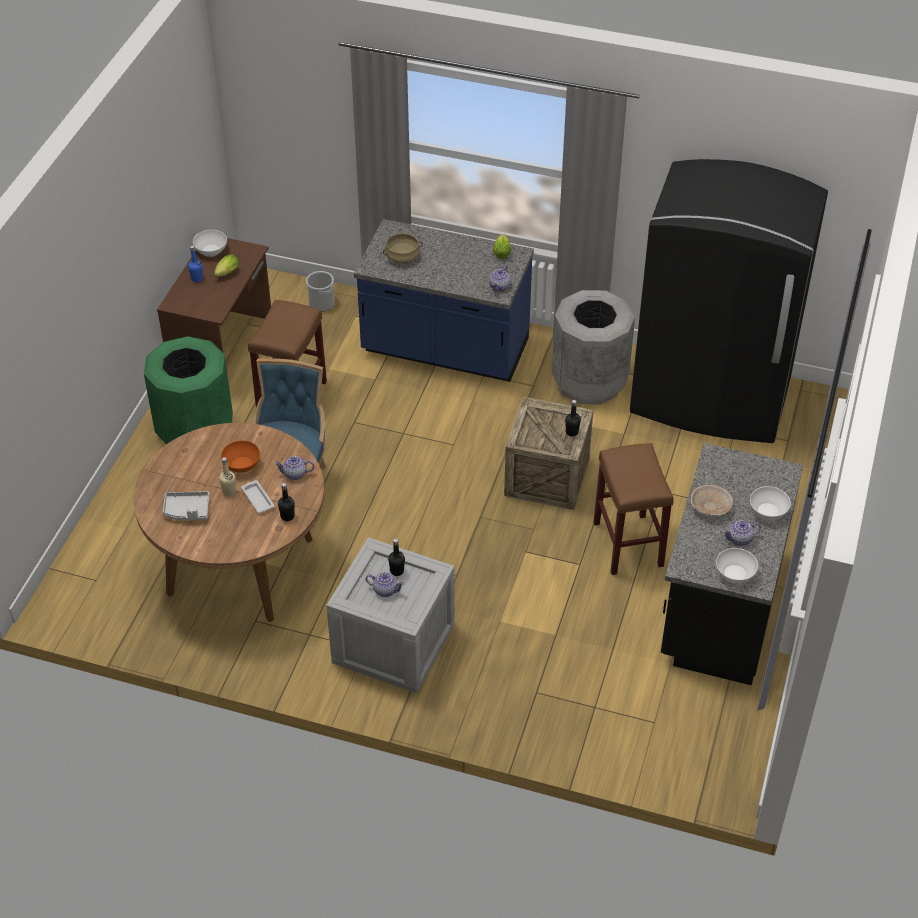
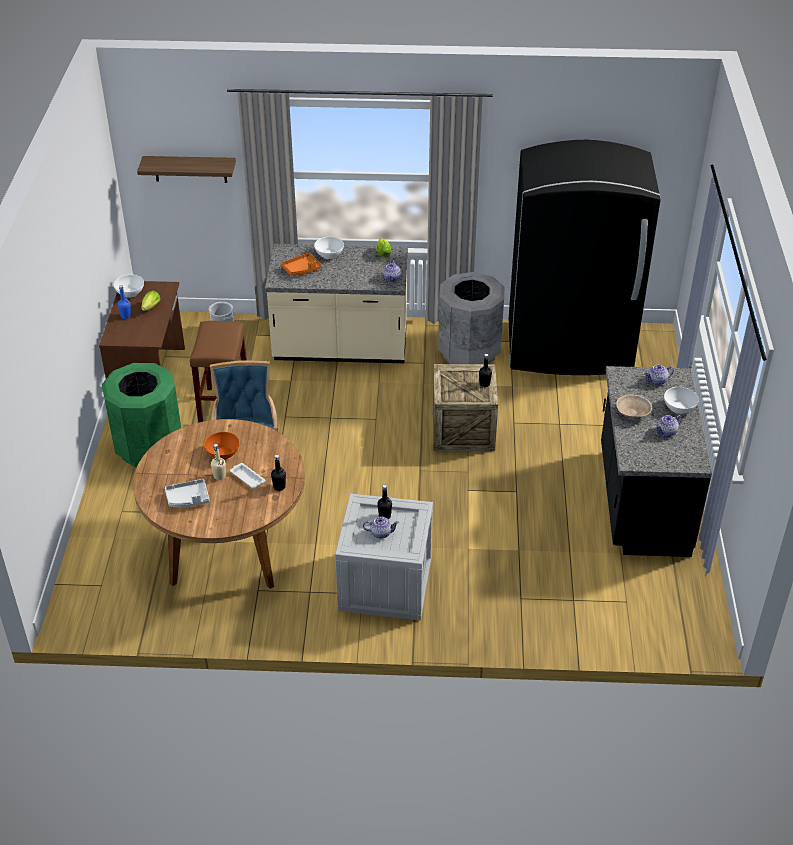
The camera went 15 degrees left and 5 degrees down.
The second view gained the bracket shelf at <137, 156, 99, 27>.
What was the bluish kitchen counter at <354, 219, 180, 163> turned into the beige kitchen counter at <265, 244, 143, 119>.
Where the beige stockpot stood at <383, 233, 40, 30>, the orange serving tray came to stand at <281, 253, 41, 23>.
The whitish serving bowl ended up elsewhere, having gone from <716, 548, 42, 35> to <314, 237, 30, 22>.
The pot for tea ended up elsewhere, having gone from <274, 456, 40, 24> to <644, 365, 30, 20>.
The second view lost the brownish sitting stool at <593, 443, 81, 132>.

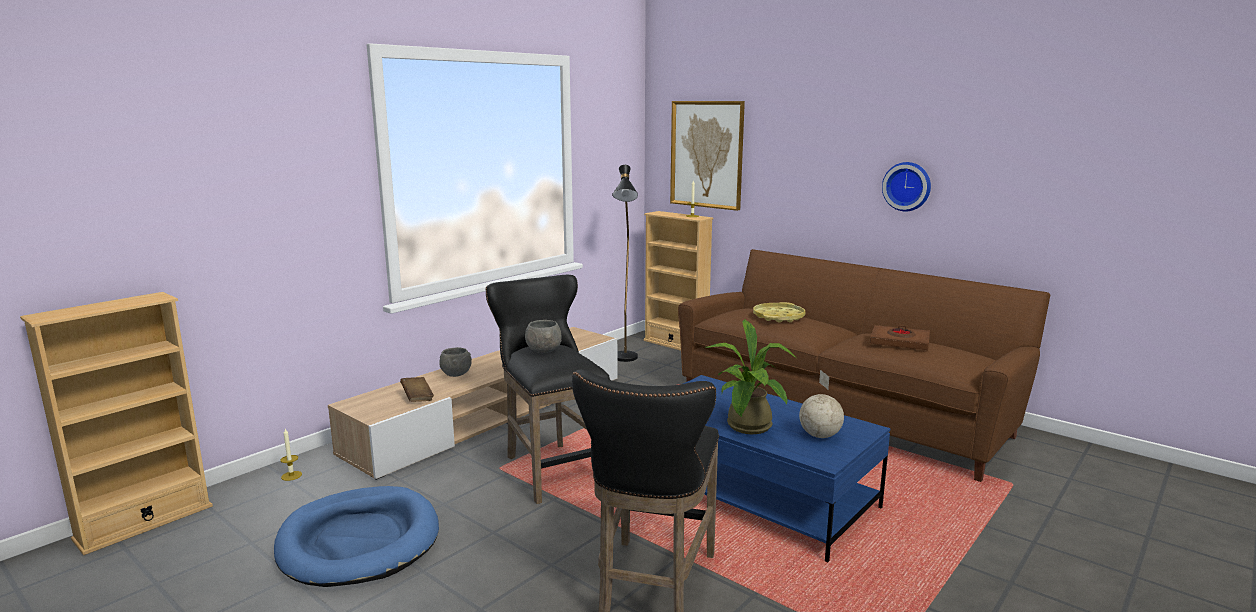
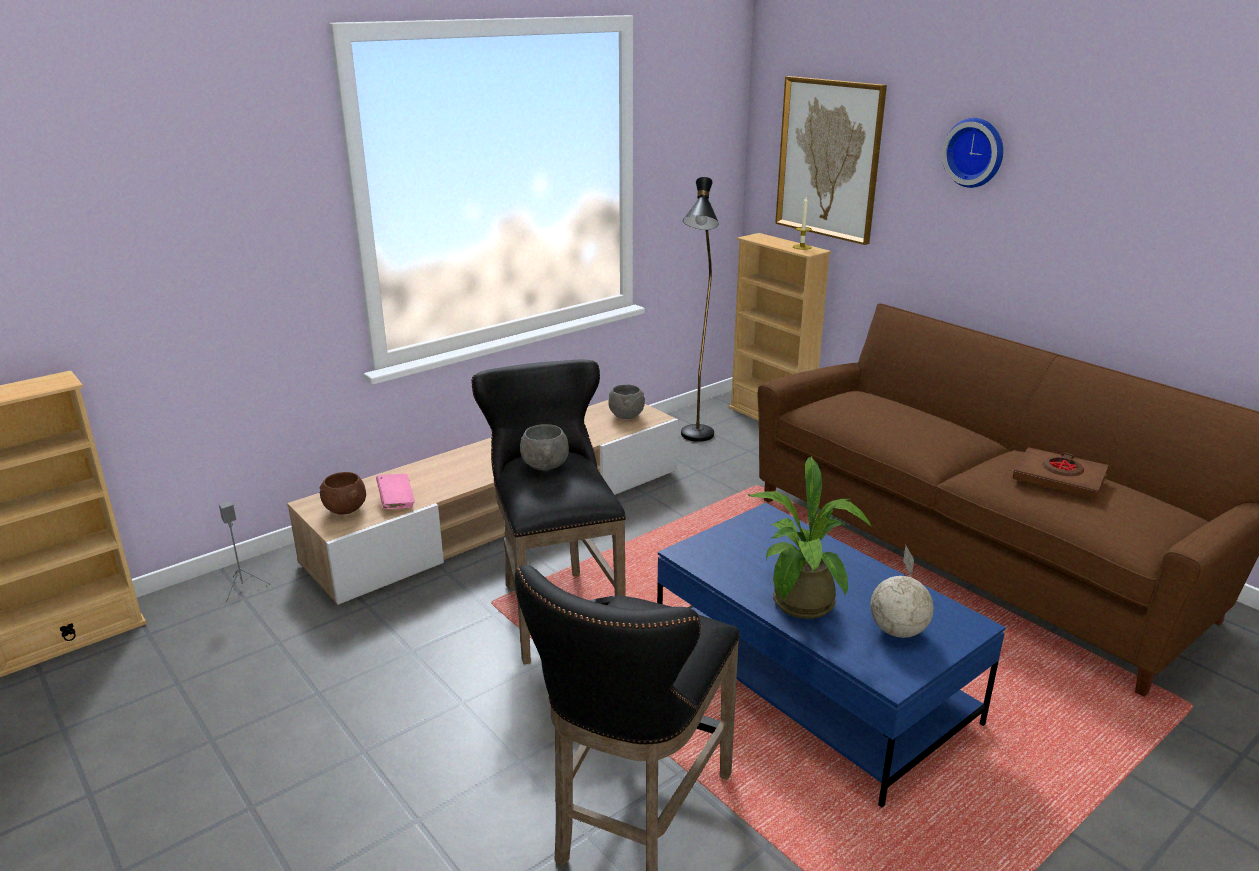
The camera went 10 degrees right and 10 degrees up.
Where the wax light stood at <280, 429, 22, 52>, the grey loudspeaker came to stand at <219, 501, 52, 102>.
The second view gained the brownish serving bowl at <320, 472, 46, 43>.
What was the brownish volume at <400, 377, 34, 25> turned into the pink-coloured volume at <376, 474, 39, 35>.
The grey serving bowl ended up elsewhere, having gone from <440, 347, 32, 30> to <609, 384, 36, 35>.
The clock on the wall ended up elsewhere, having gone from <882, 162, 49, 49> to <942, 118, 61, 70>.
The second view lost the bluish pet bed at <274, 486, 165, 101>.
The second view lost the yellow serving tray at <753, 302, 52, 21>.

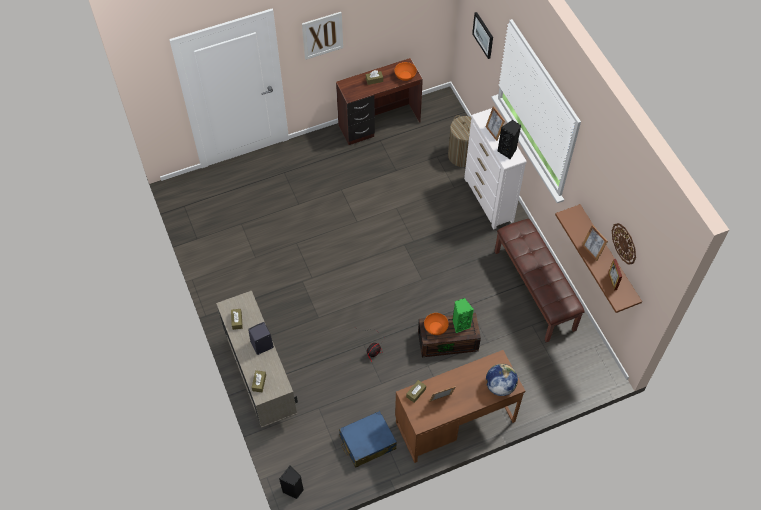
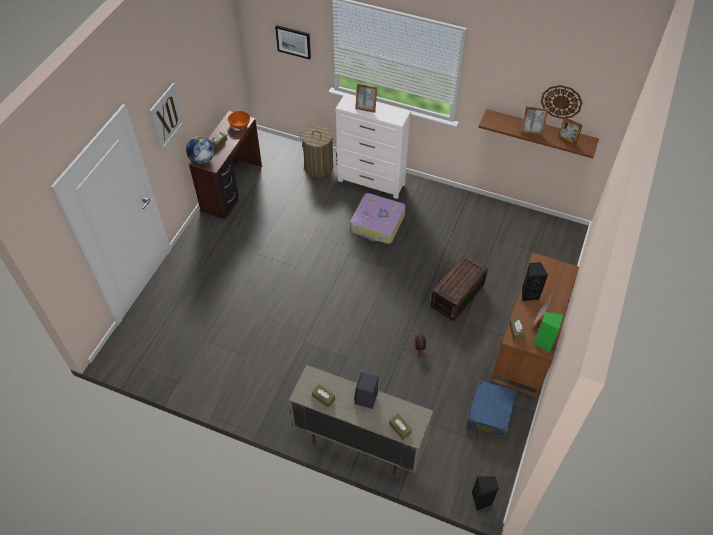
The camera went 45 degrees left and 5 degrees down.
The world globe ended up elsewhere, having gone from <486, 364, 32, 32> to <186, 136, 28, 28>.
The second view gained the suitcase at <350, 193, 56, 51>.
The black-coloured loudspeaker ended up elsewhere, having gone from <497, 120, 24, 39> to <522, 262, 26, 39>.
The greenish loudspeaker ended up elsewhere, having gone from <453, 298, 21, 35> to <534, 312, 30, 41>.
The second view lost the orange serving bowl at <424, 313, 25, 22>.
The second view lost the brownish bench at <495, 219, 90, 123>.

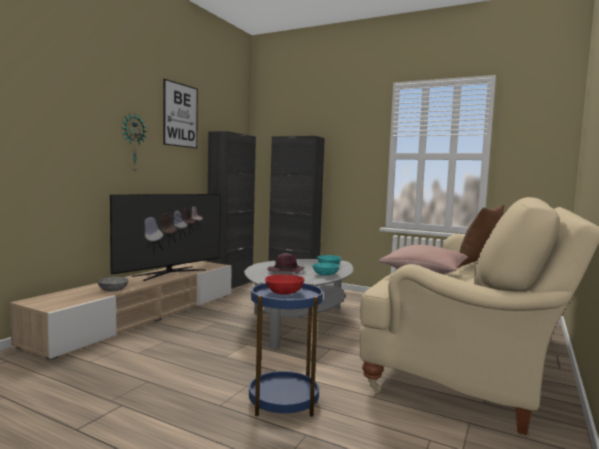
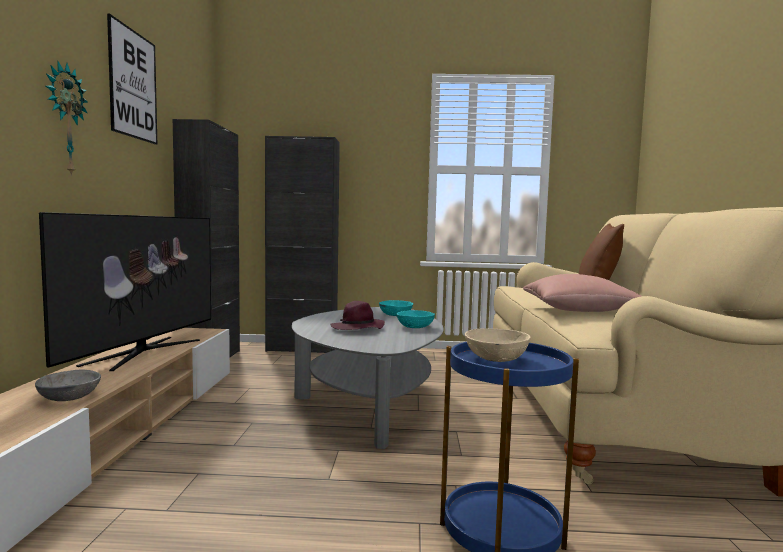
The camera went 25 degrees left and 0 degrees up.
What was the red serving bowl at <265, 274, 39, 21> turned into the beige serving bowl at <465, 328, 66, 34>.

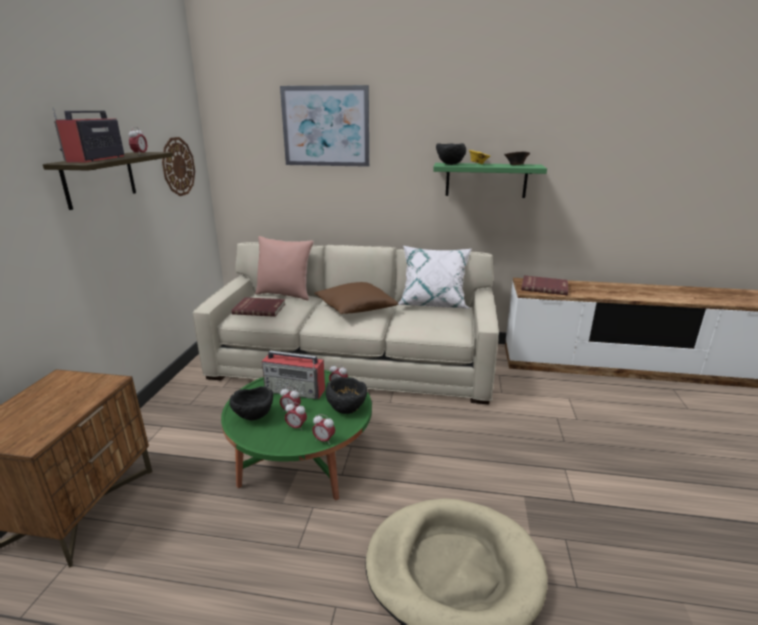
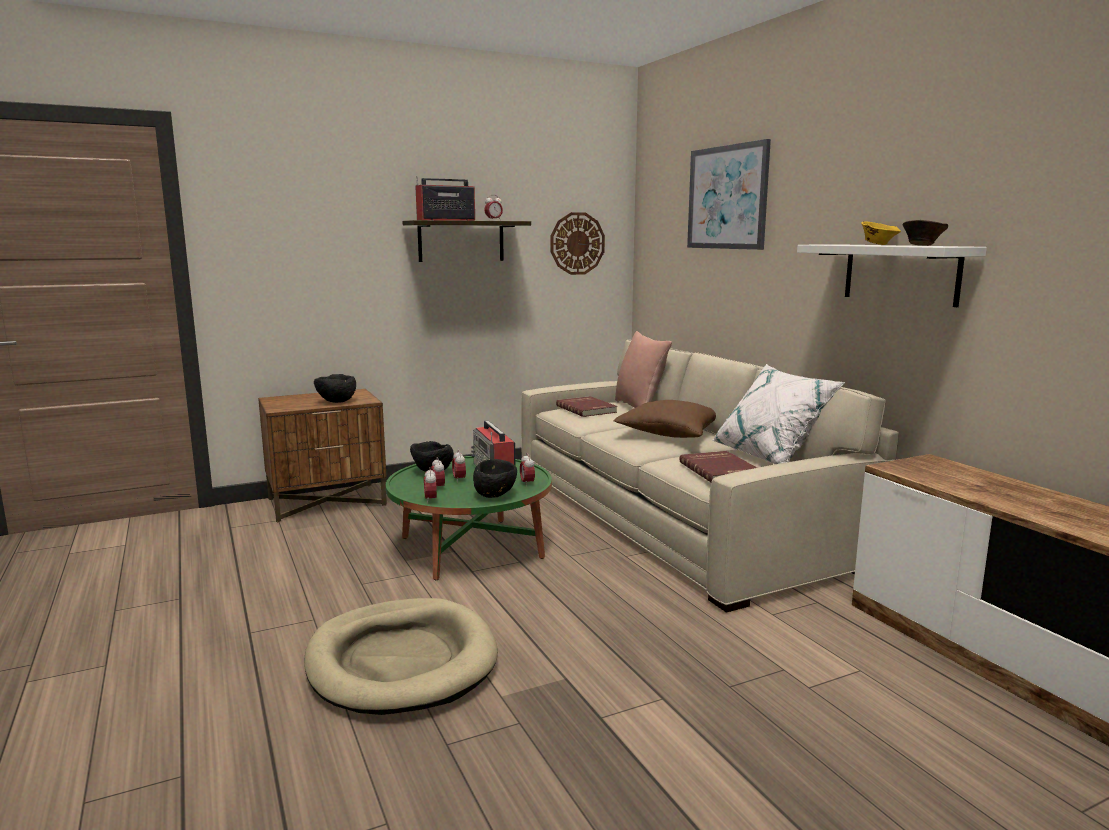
The camera went 55 degrees right and 10 degrees down.
The black-coloured serving bowl ended up elsewhere, having gone from <436, 143, 30, 22> to <314, 374, 42, 29>.
The red volume ended up elsewhere, having gone from <521, 275, 47, 20> to <679, 451, 78, 31>.
What was the greenish bracket shelf at <433, 163, 114, 35> turned into the whitish bracket shelf at <797, 244, 190, 63>.

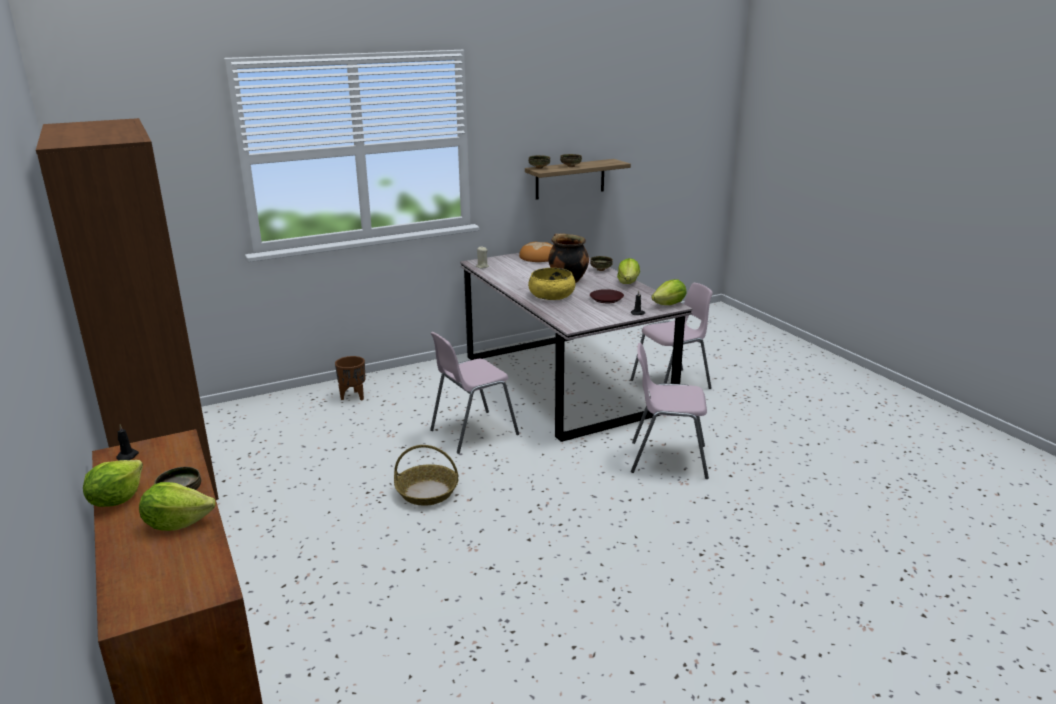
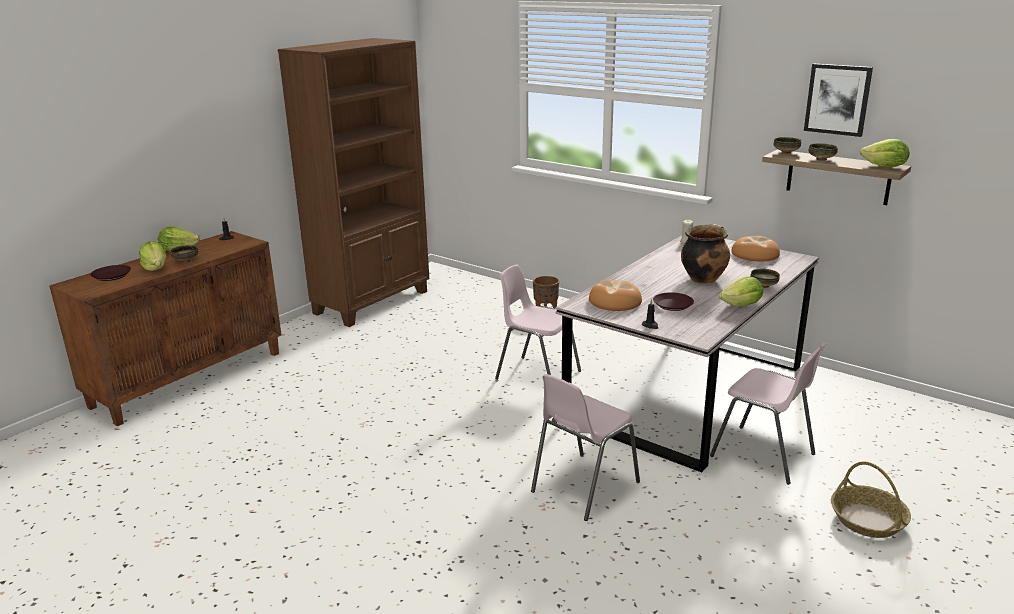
The camera went 65 degrees right and 0 degrees up.
The second view gained the brownish dinner plate at <90, 265, 41, 16>.
The pink-coloured upright chair at <631, 343, 78, 136> ended up facing another way, 120 degrees counterclockwise from before.
The second view gained the baked bread at <589, 280, 53, 31>.
The second view gained the wall picture at <804, 64, 69, 73>.
The basket ended up elsewhere, having gone from <394, 445, 64, 61> to <831, 461, 80, 77>.
The head of lettuce ended up elsewhere, having gone from <651, 279, 35, 26> to <860, 139, 49, 28>.
The second view lost the yellow serving bowl at <528, 268, 47, 32>.

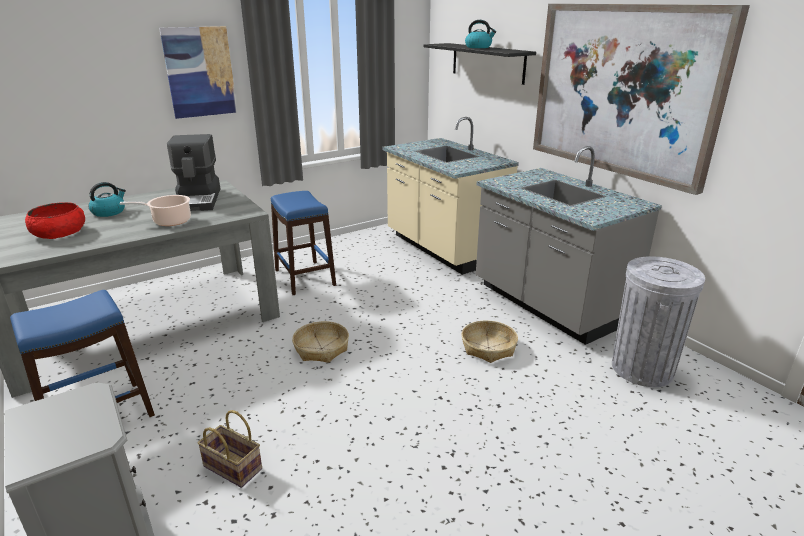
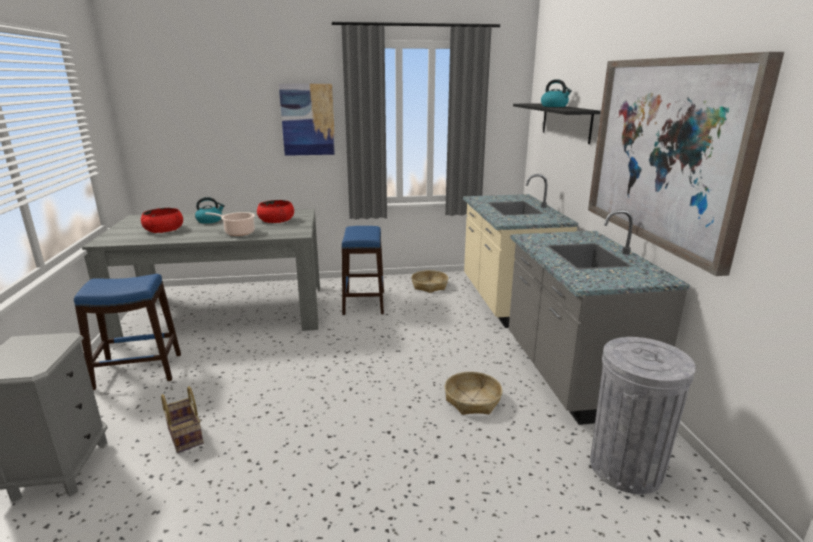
The camera went 25 degrees right and 5 degrees down.
Where the coffee maker stood at <167, 134, 53, 77>, the red serving bowl came to stand at <257, 200, 37, 23>.
The basket ended up elsewhere, having gone from <292, 321, 57, 42> to <411, 270, 37, 23>.

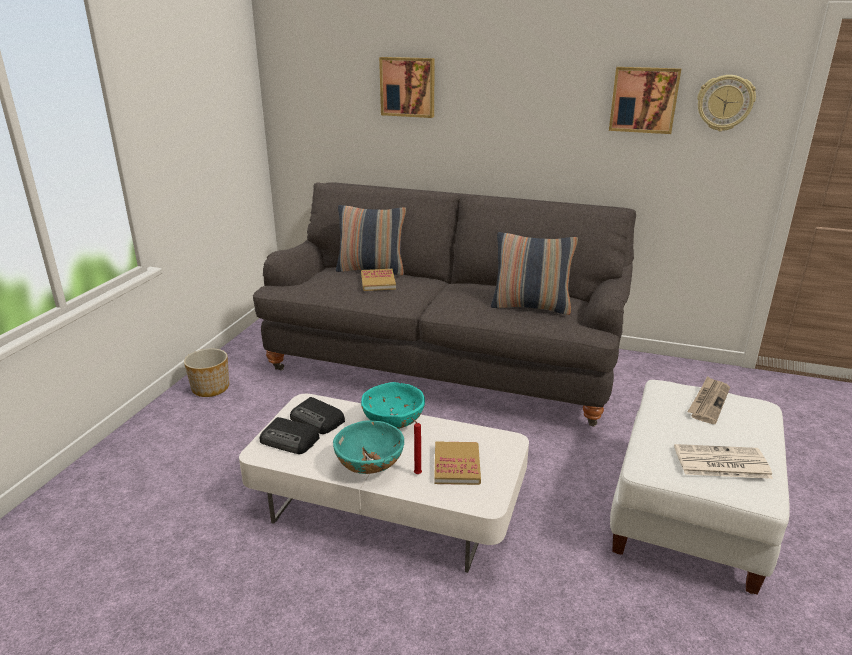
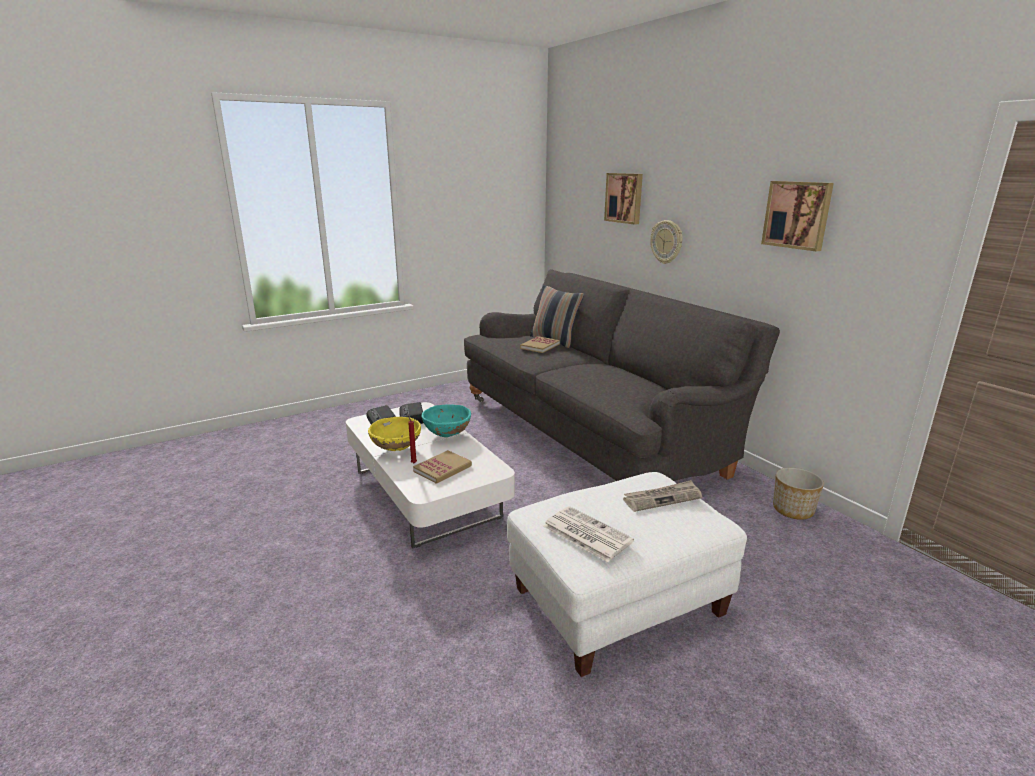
The camera went 40 degrees right and 5 degrees down.
What was the blue-green serving bowl at <333, 420, 71, 54> turned into the yellow serving bowl at <368, 417, 53, 34>.
The clock on the wall ended up elsewhere, having gone from <697, 75, 59, 56> to <650, 220, 33, 44>.
The plant pot ended up elsewhere, having gone from <184, 348, 45, 49> to <773, 468, 51, 52>.
The second view lost the cushion at <491, 232, 87, 83>.

